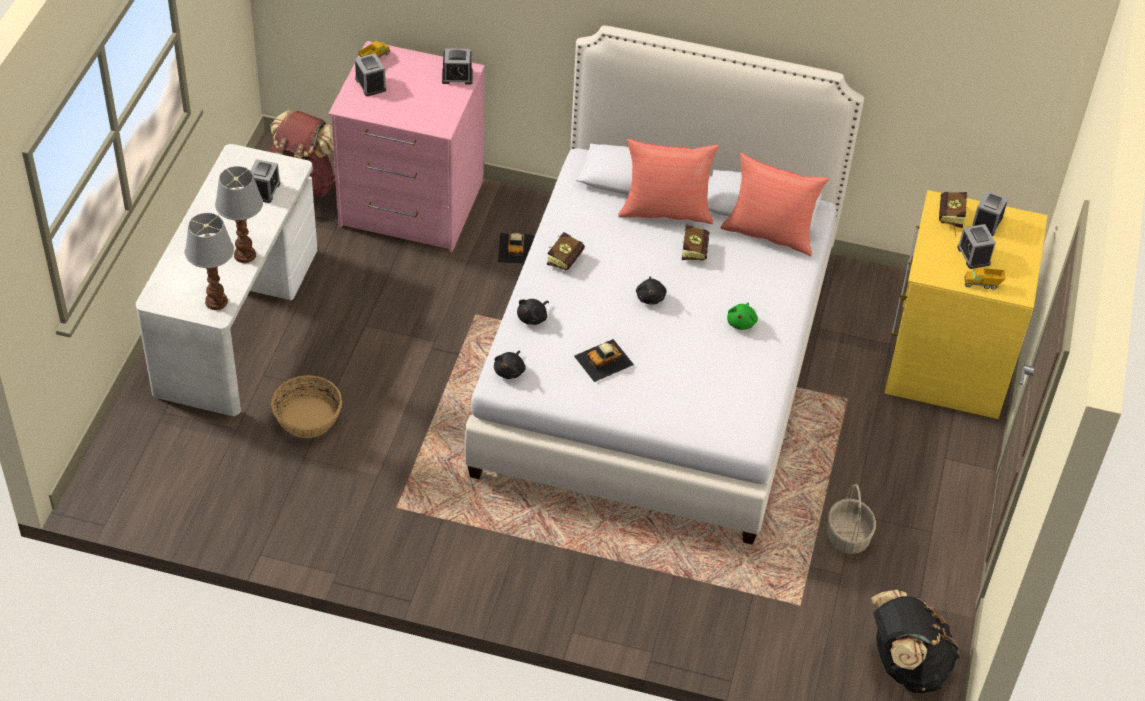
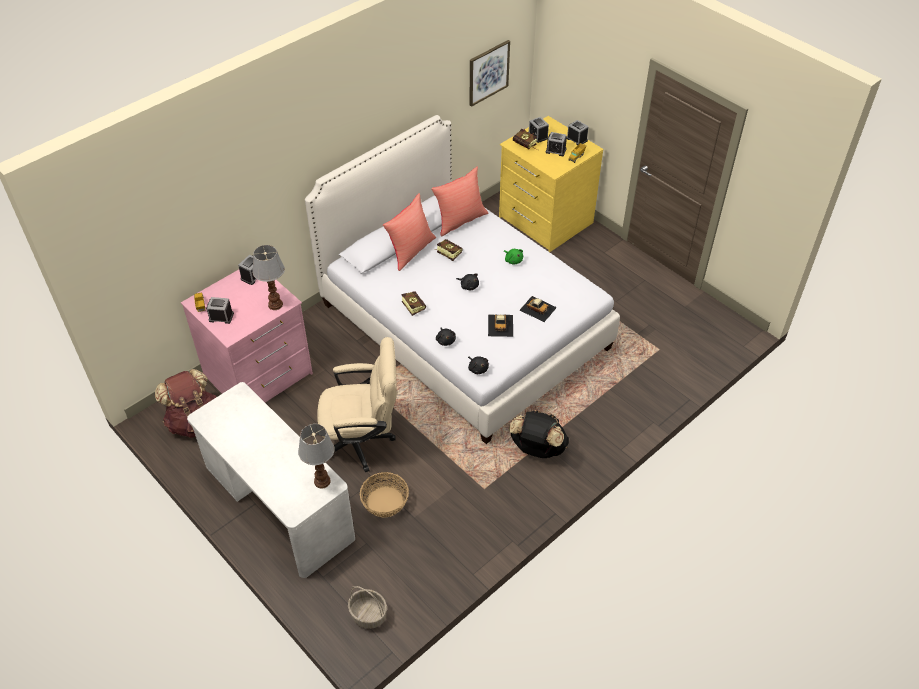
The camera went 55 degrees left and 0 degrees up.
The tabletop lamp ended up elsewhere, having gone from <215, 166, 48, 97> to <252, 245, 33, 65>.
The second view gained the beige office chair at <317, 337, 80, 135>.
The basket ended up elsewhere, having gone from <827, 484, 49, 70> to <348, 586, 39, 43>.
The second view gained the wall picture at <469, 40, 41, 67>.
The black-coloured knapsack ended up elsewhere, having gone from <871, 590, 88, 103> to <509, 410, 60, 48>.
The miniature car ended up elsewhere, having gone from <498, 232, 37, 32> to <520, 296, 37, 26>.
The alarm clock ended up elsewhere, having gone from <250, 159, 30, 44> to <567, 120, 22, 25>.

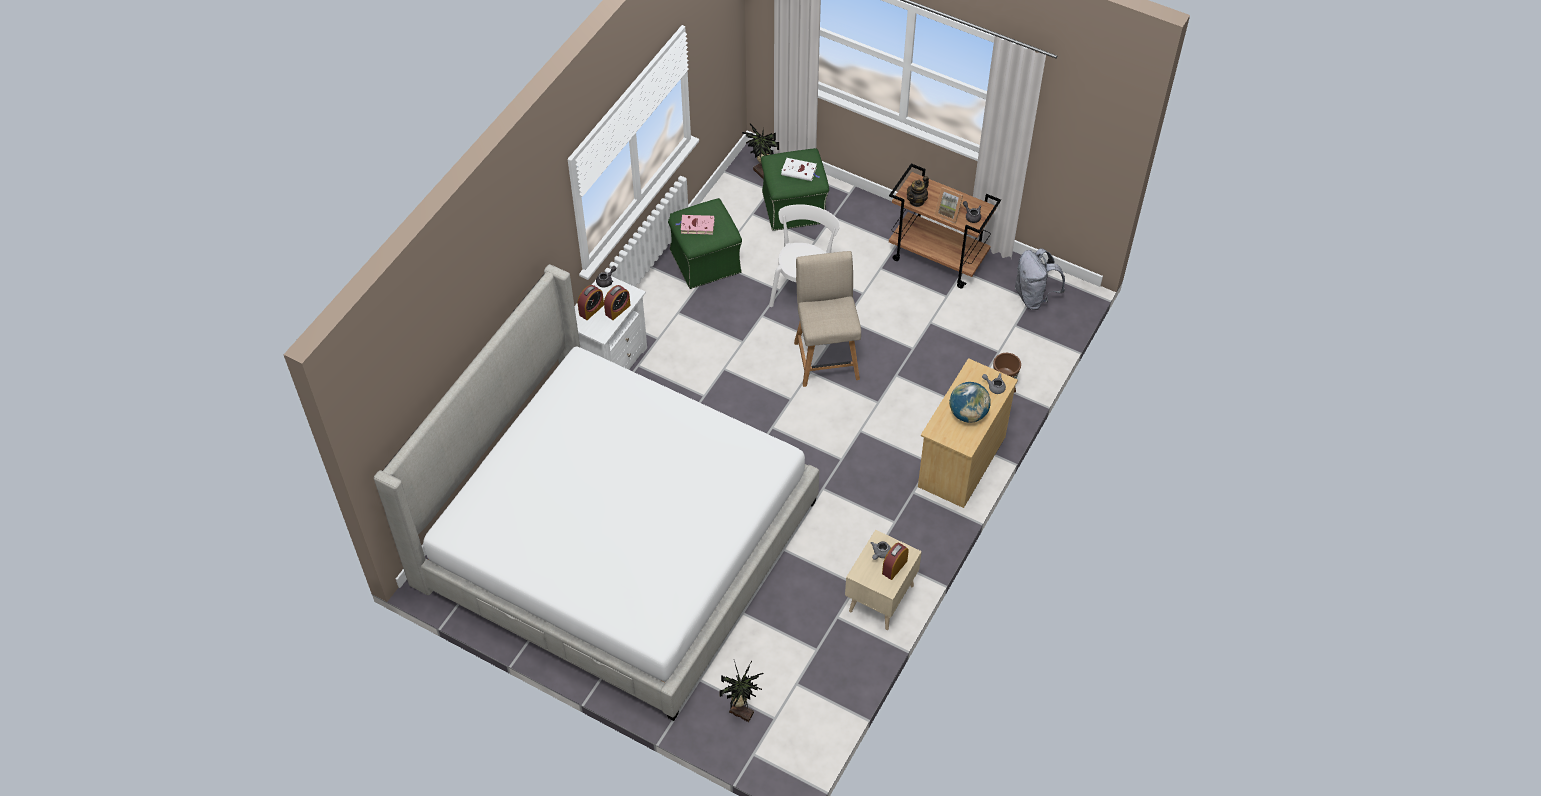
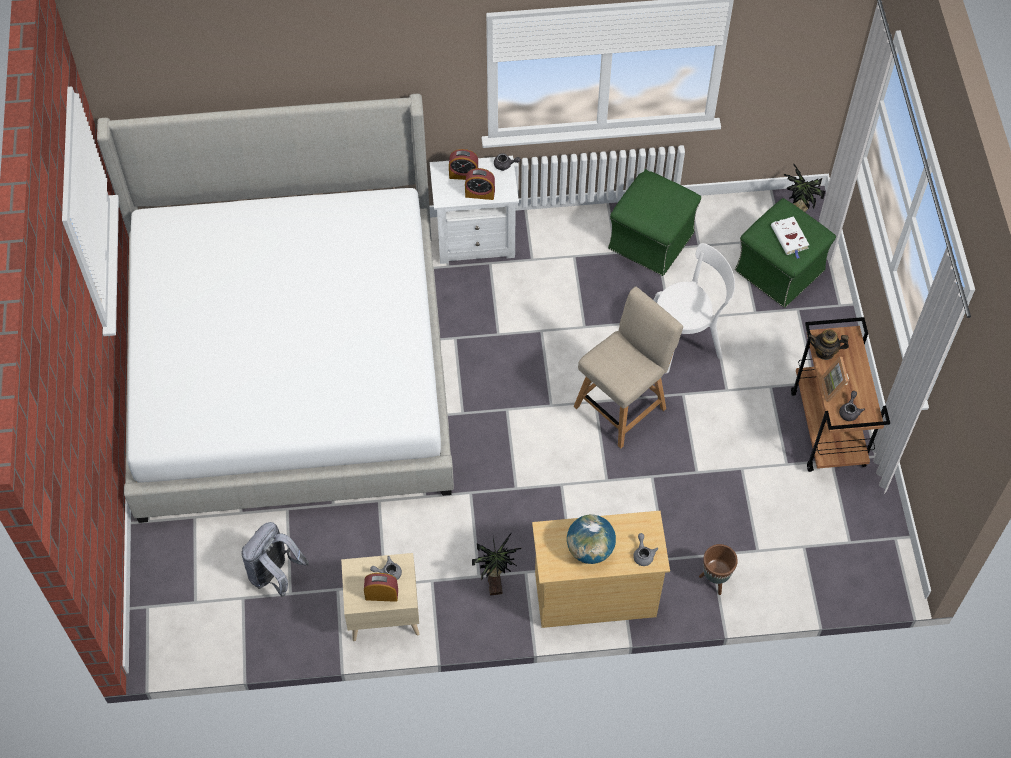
The camera went 55 degrees right and 5 degrees up.
The grey knapsack ended up elsewhere, having gone from <1015, 248, 50, 62> to <241, 522, 68, 75>.
The houseplant ended up elsewhere, having gone from <719, 661, 45, 61> to <472, 532, 50, 64>.
The second view lost the pink-coloured volume at <675, 215, 40, 19>.

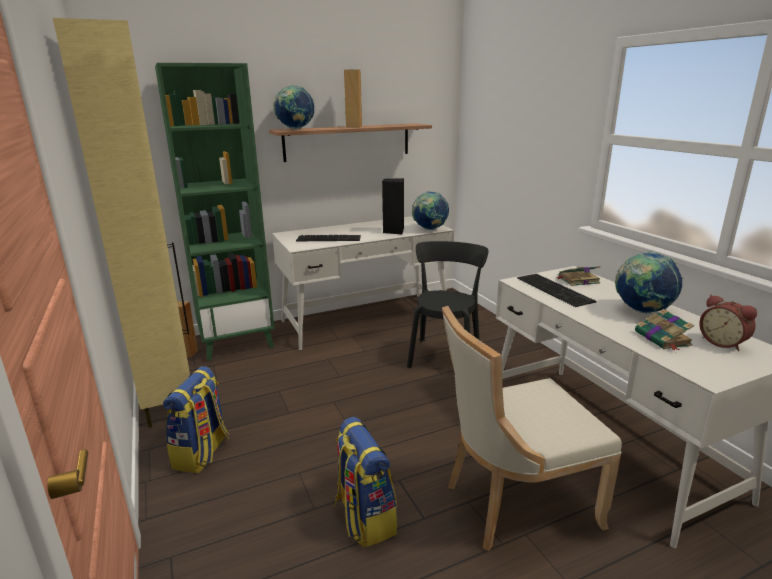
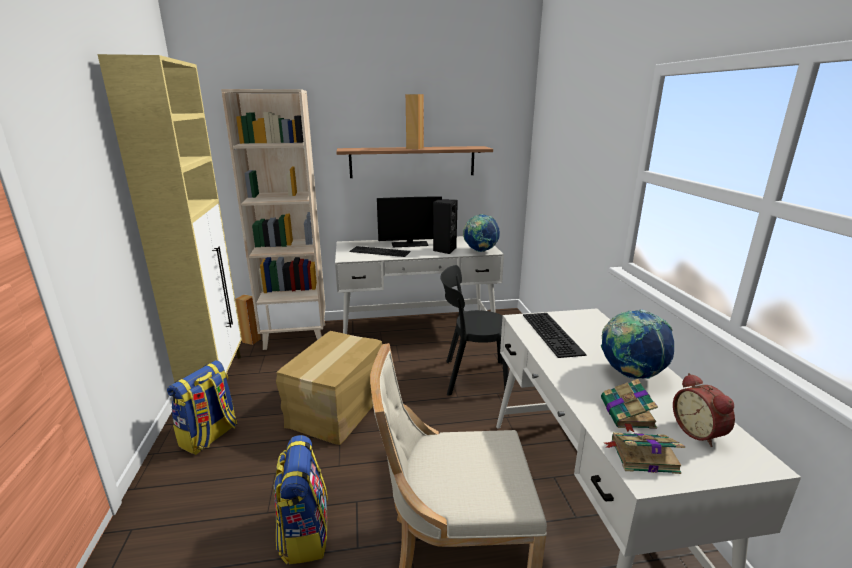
The camera went 15 degrees right and 0 degrees up.
What was the greenish shelving unit at <155, 63, 119, 298> turned into the beige shelving unit at <221, 89, 105, 261>.
The second view gained the carton at <276, 331, 106, 114>.
The second view gained the computer screen at <377, 196, 65, 51>.
The black-coloured upright chair at <407, 241, 82, 127> ended up facing another way, 120 degrees counterclockwise from before.
The volume ended up elsewhere, having gone from <556, 266, 45, 20> to <605, 432, 80, 42>.
The second view lost the world globe at <273, 85, 41, 45>.

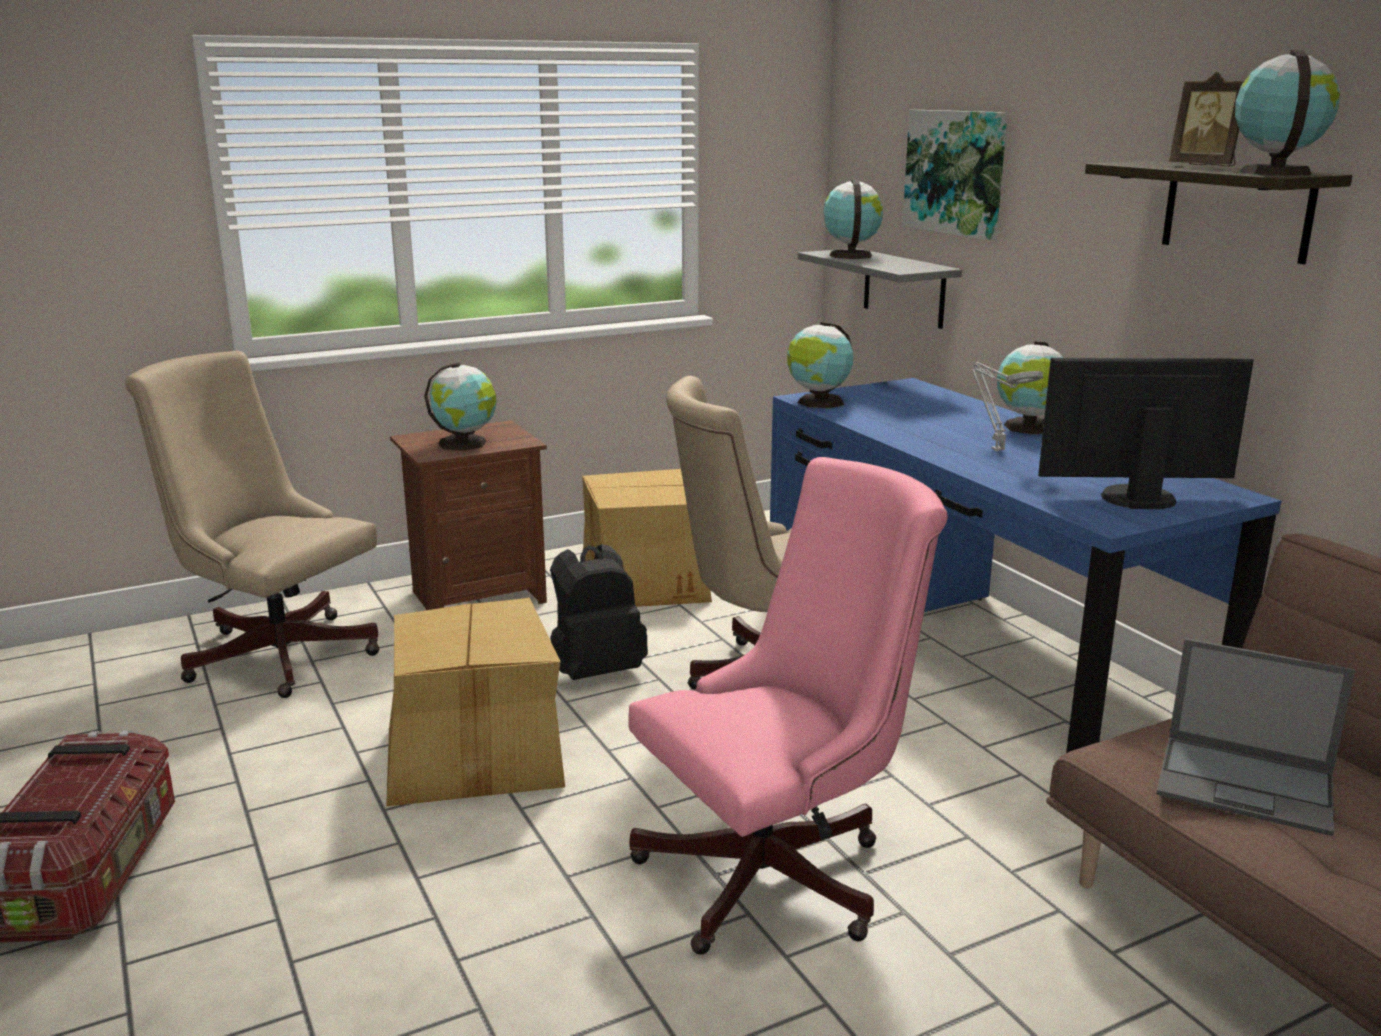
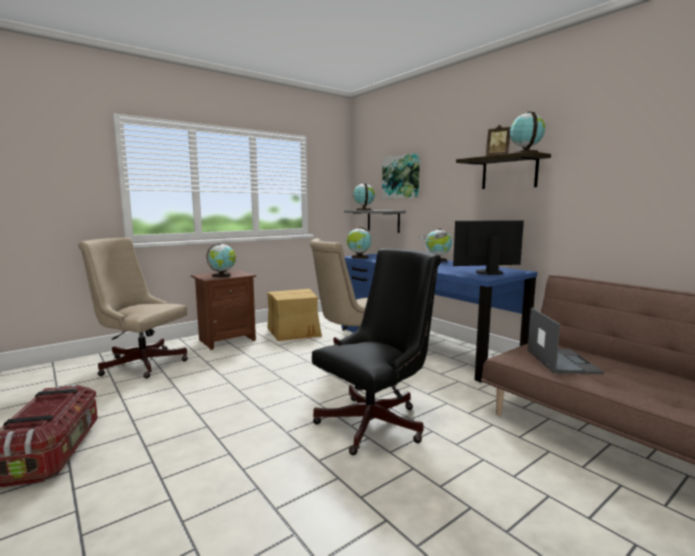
The camera went 10 degrees left and 10 degrees down.
What was the pink-coloured office chair at <628, 457, 320, 498> turned into the black-coloured office chair at <312, 249, 129, 206>.
The laptop at <1156, 638, 199, 198> ended up facing another way, 105 degrees counterclockwise from before.
The second view lost the carton at <386, 598, 179, 208>.
The second view lost the black-coloured knapsack at <550, 544, 98, 136>.

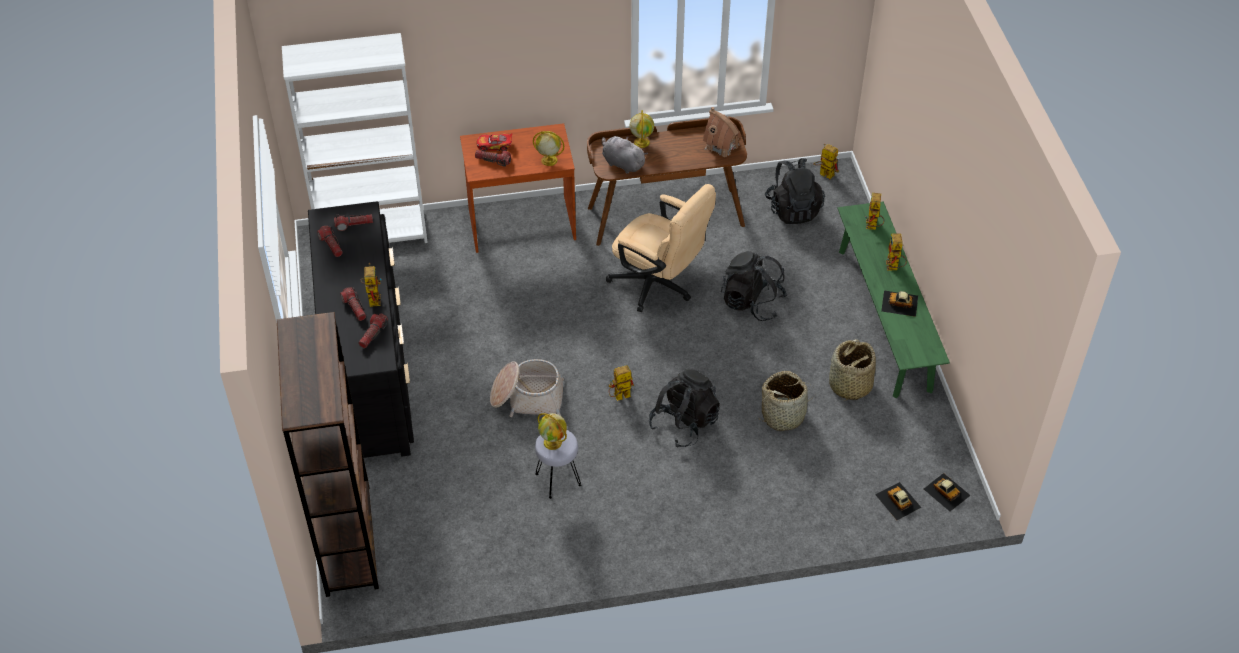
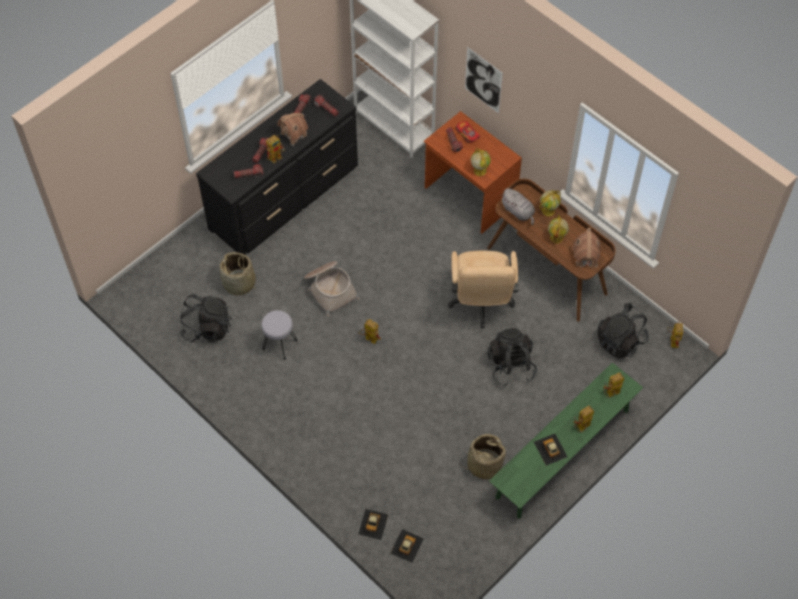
The camera went 55 degrees right and 10 degrees up.
The black-coloured knapsack ended up elsewhere, having gone from <649, 369, 71, 79> to <179, 294, 53, 48>.
The basket ended up elsewhere, having gone from <761, 371, 55, 60> to <220, 252, 38, 43>.
The second view gained the model house at <278, 113, 30, 33>.
The miniature car ended up elsewhere, having gone from <924, 473, 47, 38> to <358, 509, 31, 31>.
The second view gained the wall picture at <465, 47, 38, 67>.
The grey cuddly toy at <602, 136, 46, 38> ended up facing another way, 135 degrees clockwise from before.
The world globe ended up elsewhere, having gone from <538, 413, 29, 37> to <548, 215, 21, 28>.
The second view lost the brownish shelving unit at <277, 312, 102, 285>.

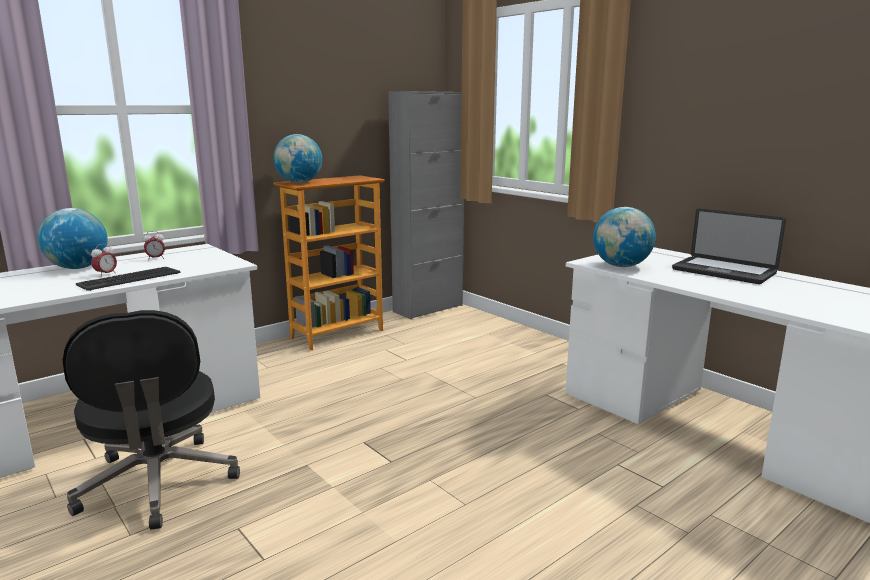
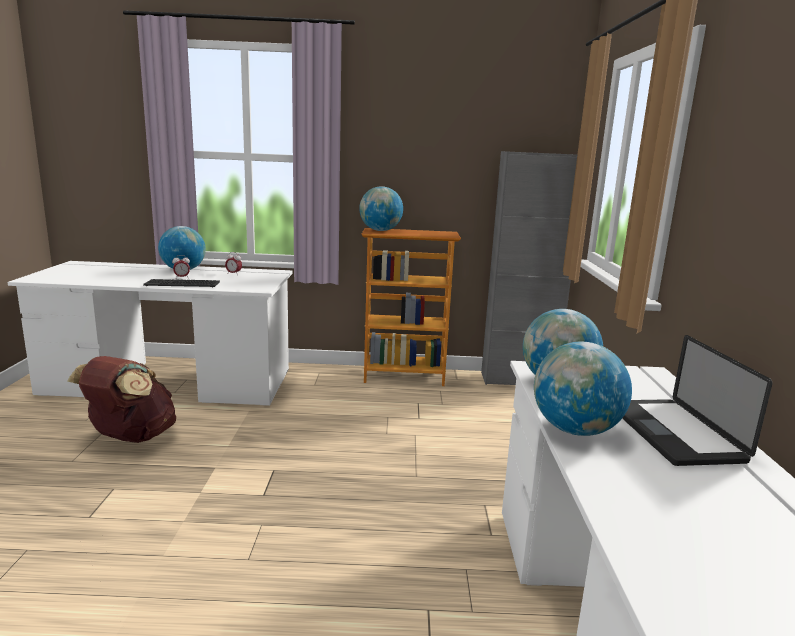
The camera went 40 degrees right and 0 degrees up.
Where the black-coloured office chair stood at <63, 310, 177, 220>, the brownish knapsack came to stand at <67, 356, 109, 87>.
The second view gained the world globe at <534, 342, 98, 94>.

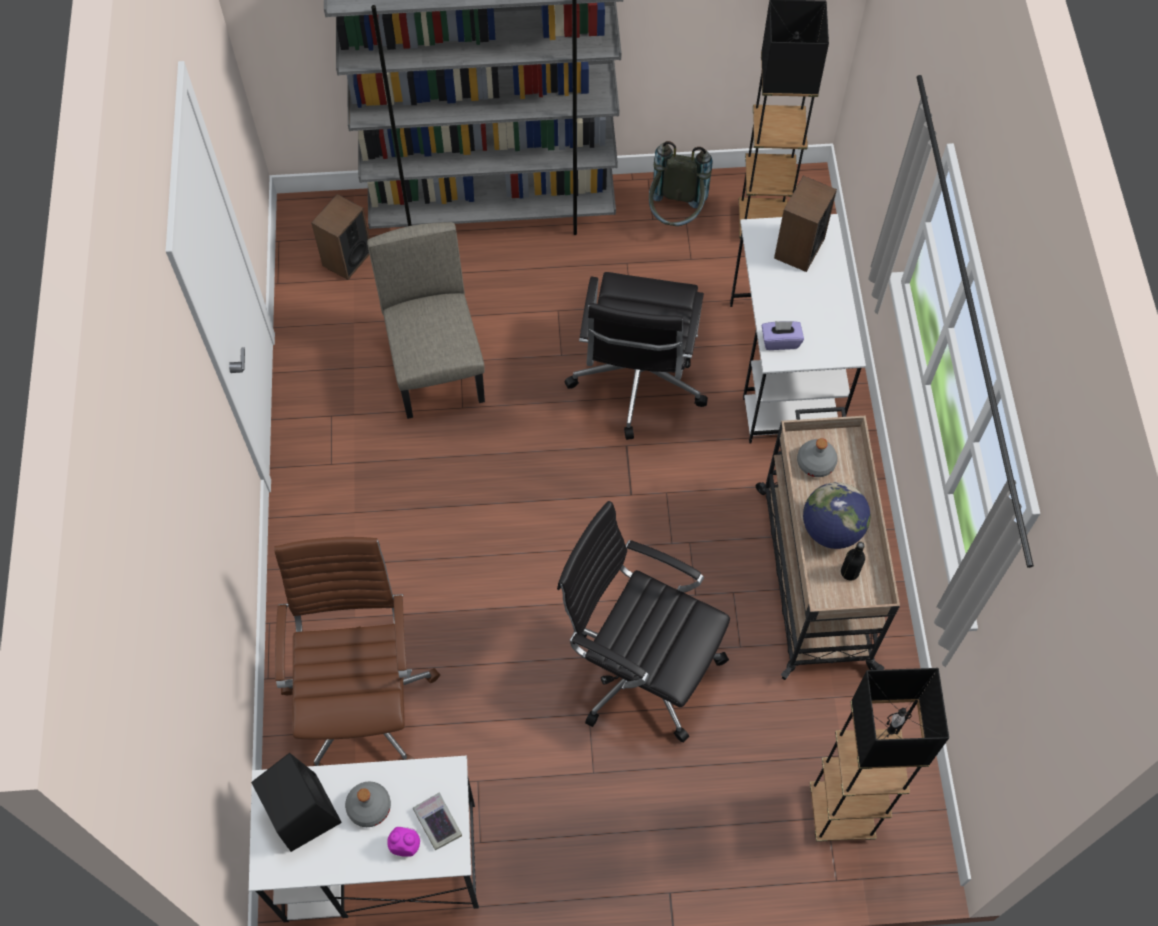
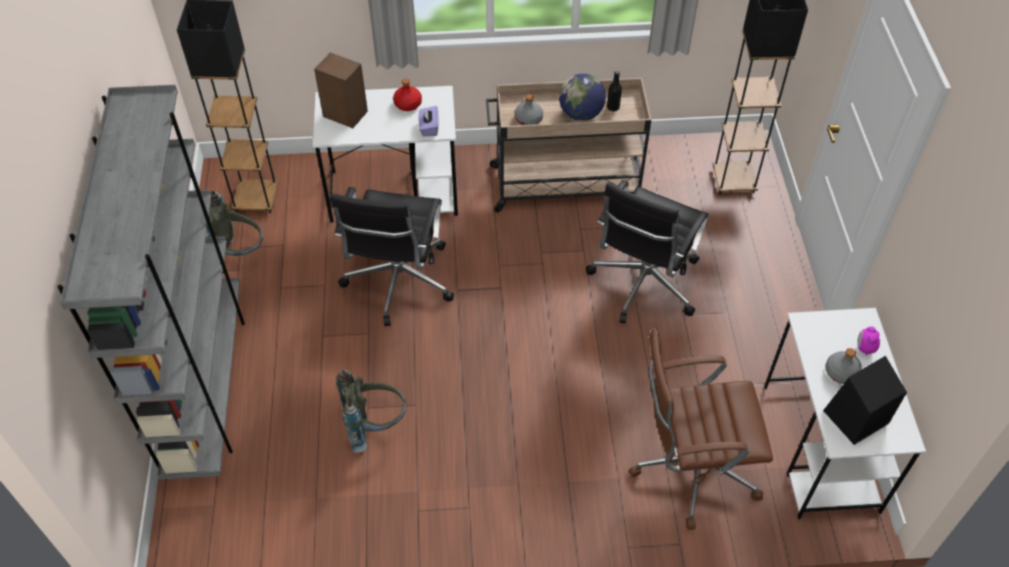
The camera went 90 degrees left and 10 degrees down.
The black-coloured office chair at <564, 272, 144, 168> ended up facing another way, 90 degrees clockwise from before.
Where the beige upright chair stood at <367, 222, 118, 197>, the grey knapsack came to stand at <337, 370, 69, 83>.
The second view gained the red beverage bottle at <393, 79, 29, 32>.
The second view lost the loudspeaker at <311, 194, 59, 86>.
The second view lost the volume at <413, 792, 49, 58>.

